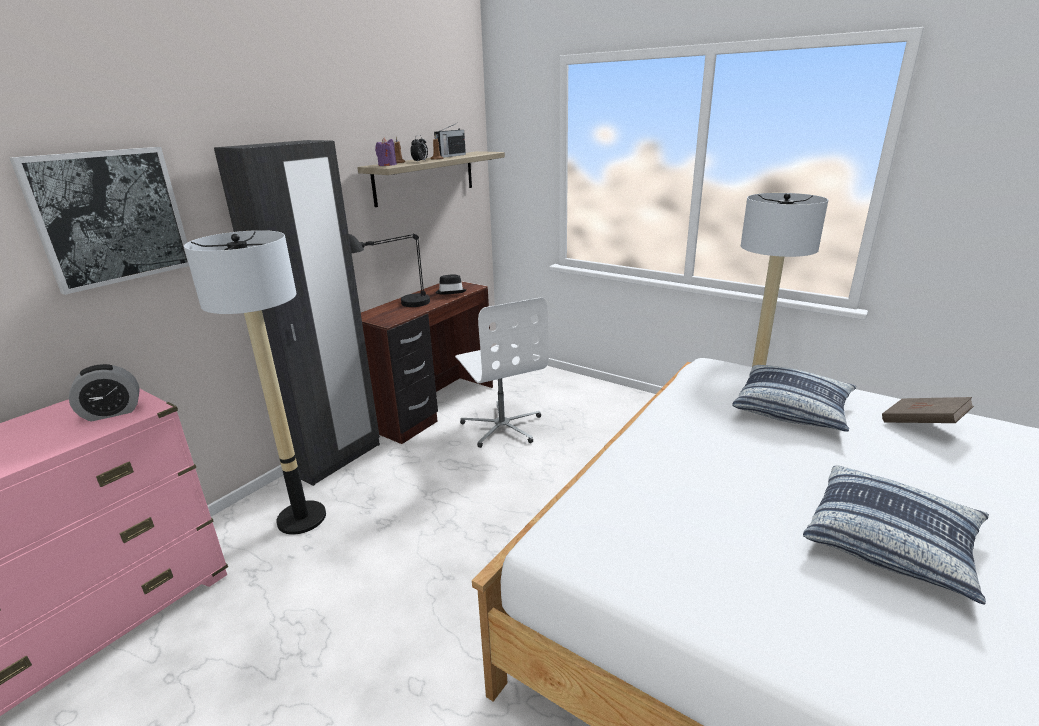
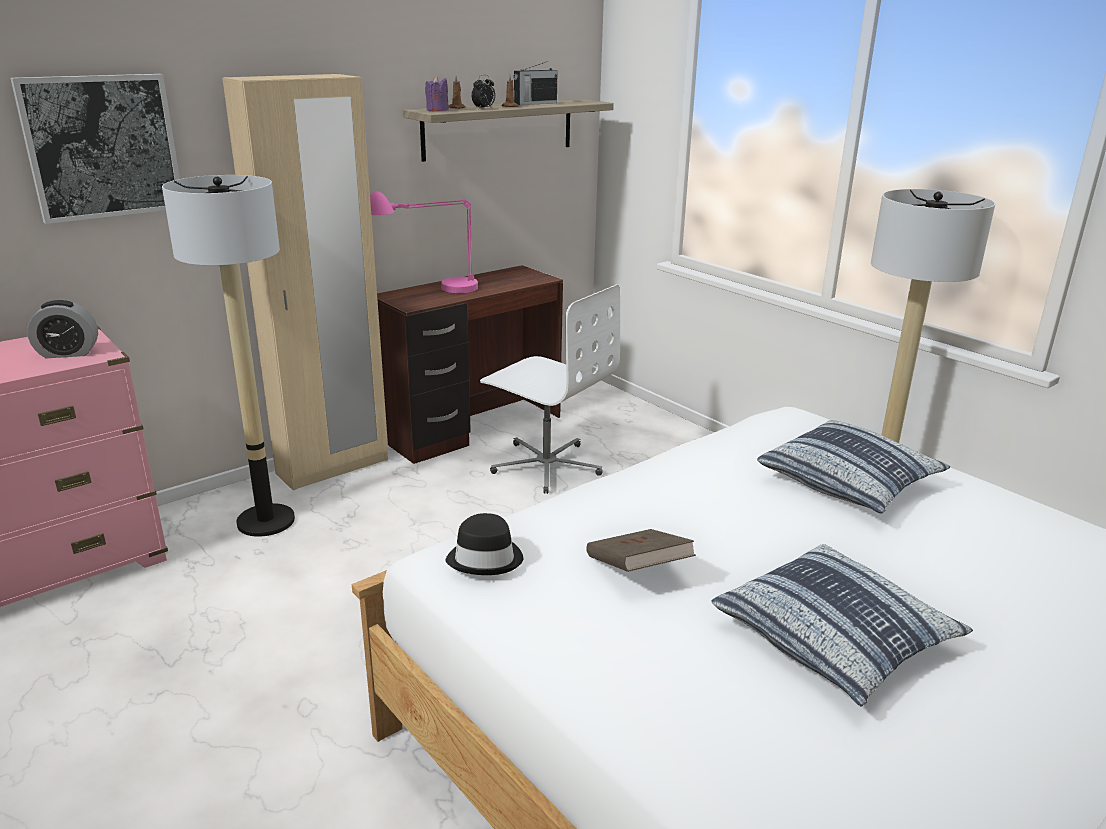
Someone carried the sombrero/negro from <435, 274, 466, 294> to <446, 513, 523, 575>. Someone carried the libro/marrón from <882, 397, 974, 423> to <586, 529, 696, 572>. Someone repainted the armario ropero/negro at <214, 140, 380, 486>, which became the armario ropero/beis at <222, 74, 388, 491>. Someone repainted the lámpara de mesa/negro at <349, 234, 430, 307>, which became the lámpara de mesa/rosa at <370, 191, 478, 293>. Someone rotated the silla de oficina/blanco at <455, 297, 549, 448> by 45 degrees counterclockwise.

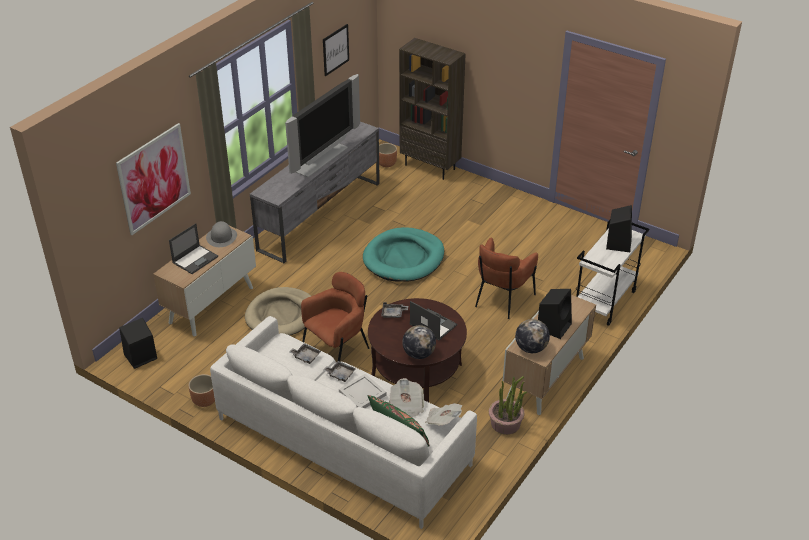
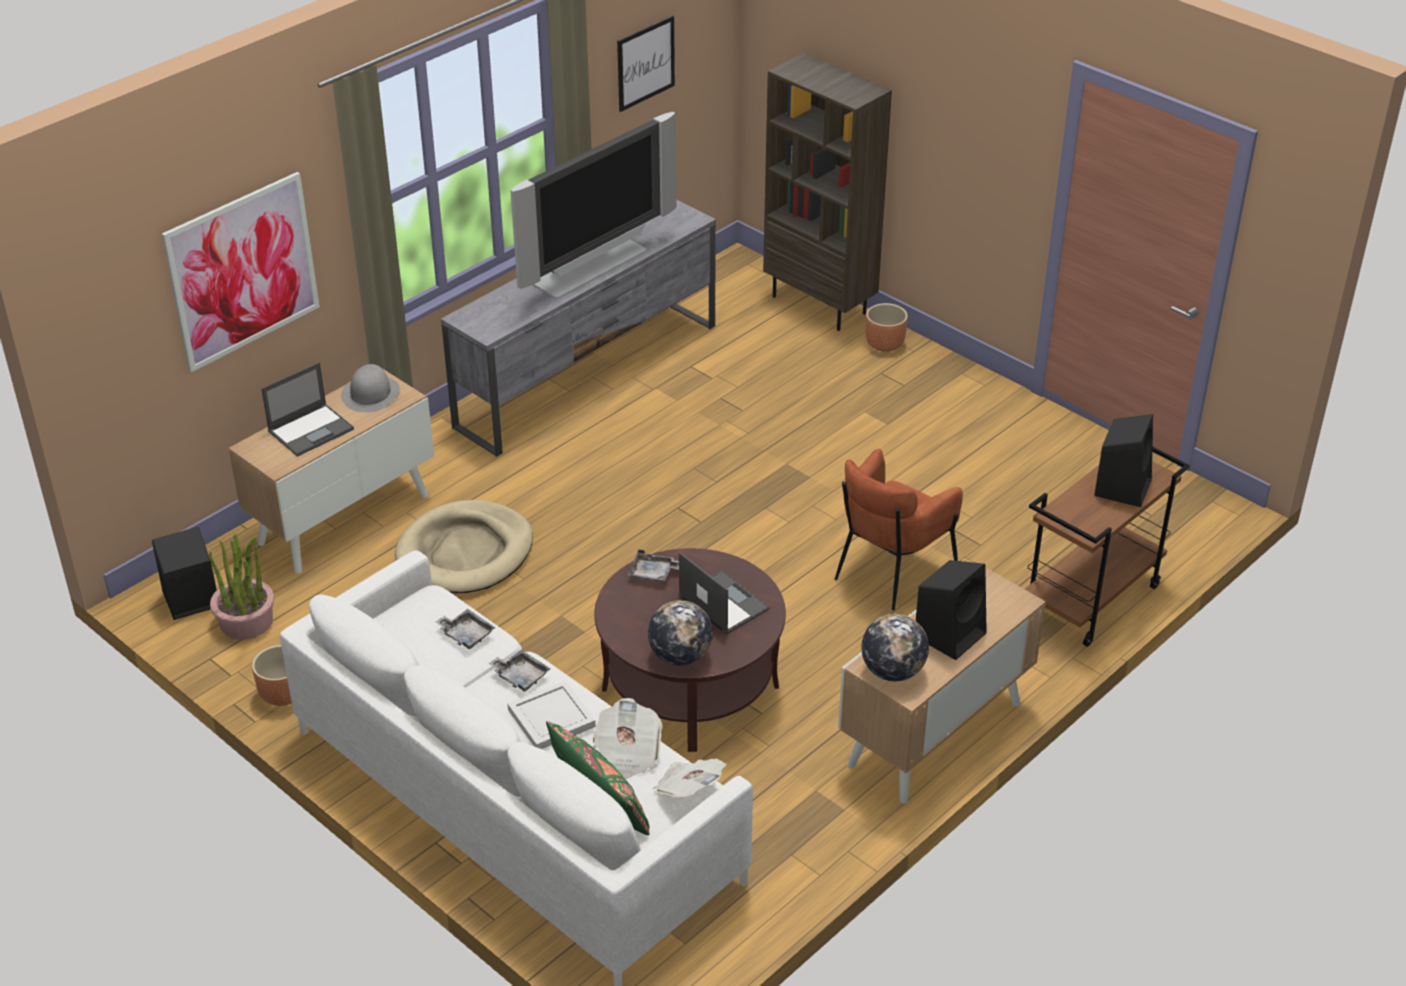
Someone took away the sillón/marrón at <301, 272, 369, 361>. Someone took away the cama para perro/turquesa at <363, 227, 444, 282>. Someone carried the maceta/marrón from <379, 143, 397, 167> to <866, 303, 908, 352>. Someone carried the planta en maceta from <489, 376, 527, 434> to <209, 534, 274, 640>. Someone repainted the carrito/blanco at <576, 220, 649, 326>, which became the carrito/marrón at <1025, 446, 1190, 647>.

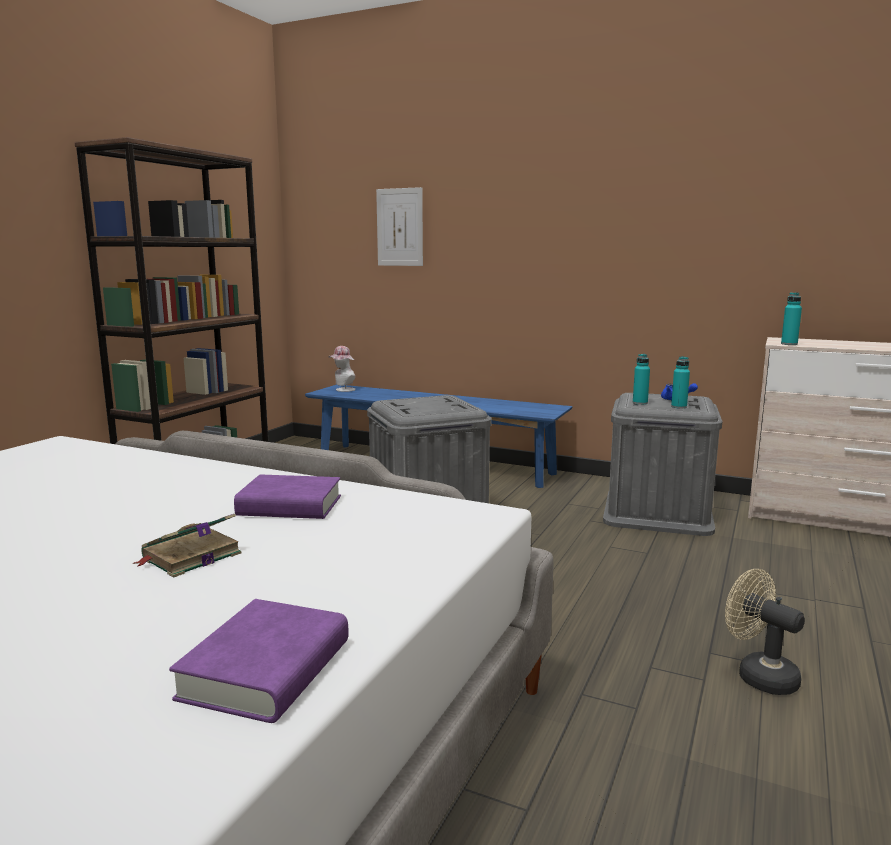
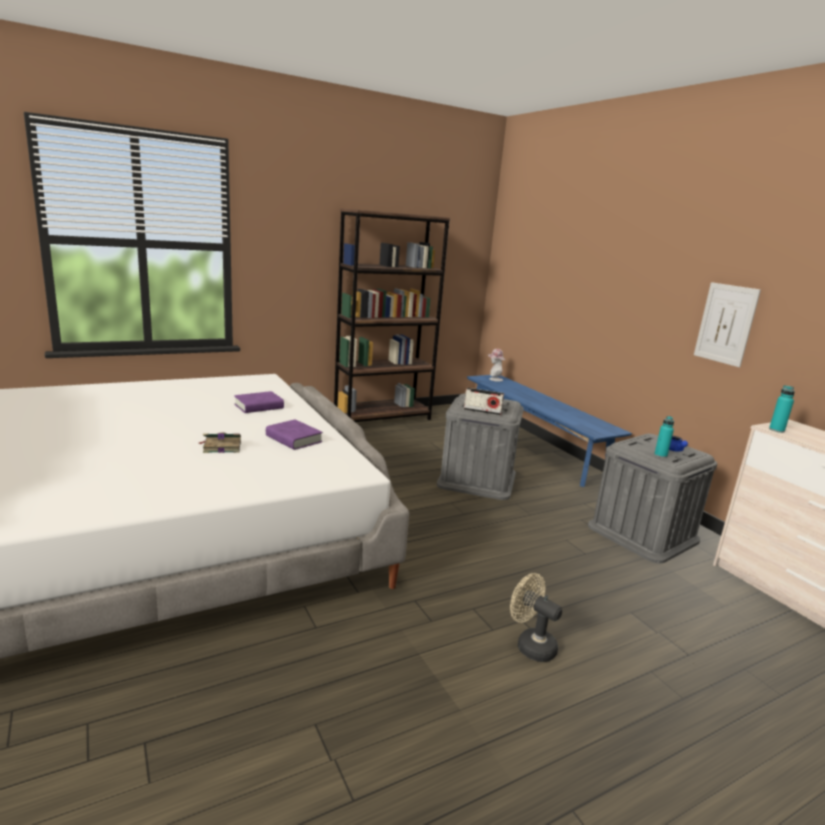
Someone took away the botella/turquesa at <633, 354, 650, 405>. Someone put down the radio at <464, 388, 504, 415>. Someone carried the libro/morado from <169, 599, 349, 723> to <234, 391, 284, 413>. Someone carried the cuadro from <376, 187, 423, 266> to <694, 282, 761, 367>. Someone rotated the ventilador/beis at <725, 569, 805, 695> by 45 degrees counterclockwise.

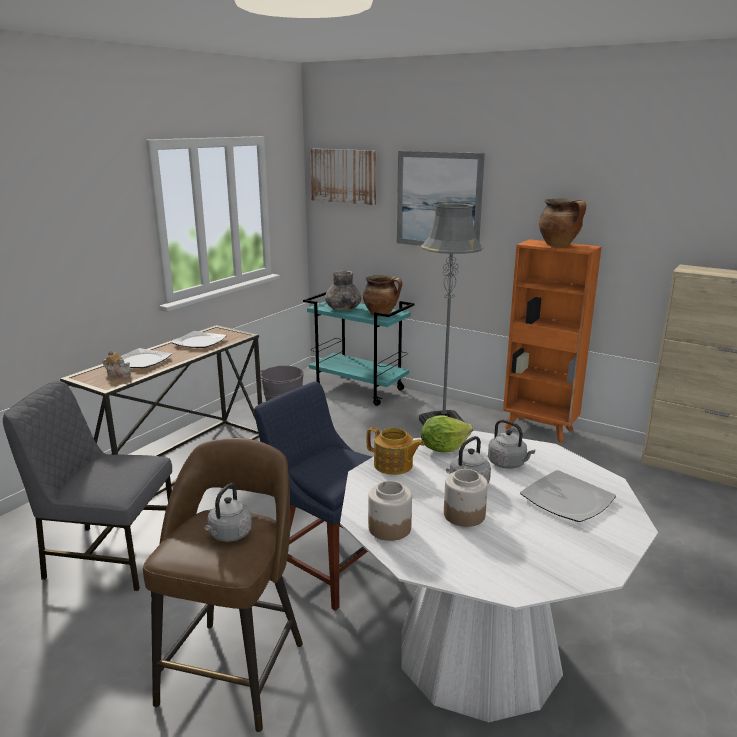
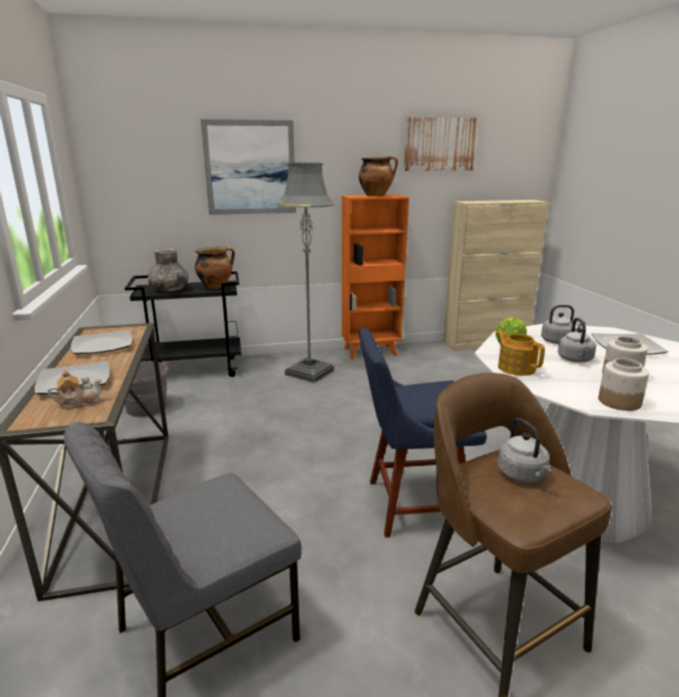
Someone carried the cuadro from <310, 149, 376, 205> to <404, 117, 479, 171>. Someone repainted the carrito/turquesa at <303, 292, 415, 406>, which became the carrito/negro at <125, 271, 241, 377>. Someone rotated the tetera at <367, 427, 424, 475> by 105 degrees counterclockwise.

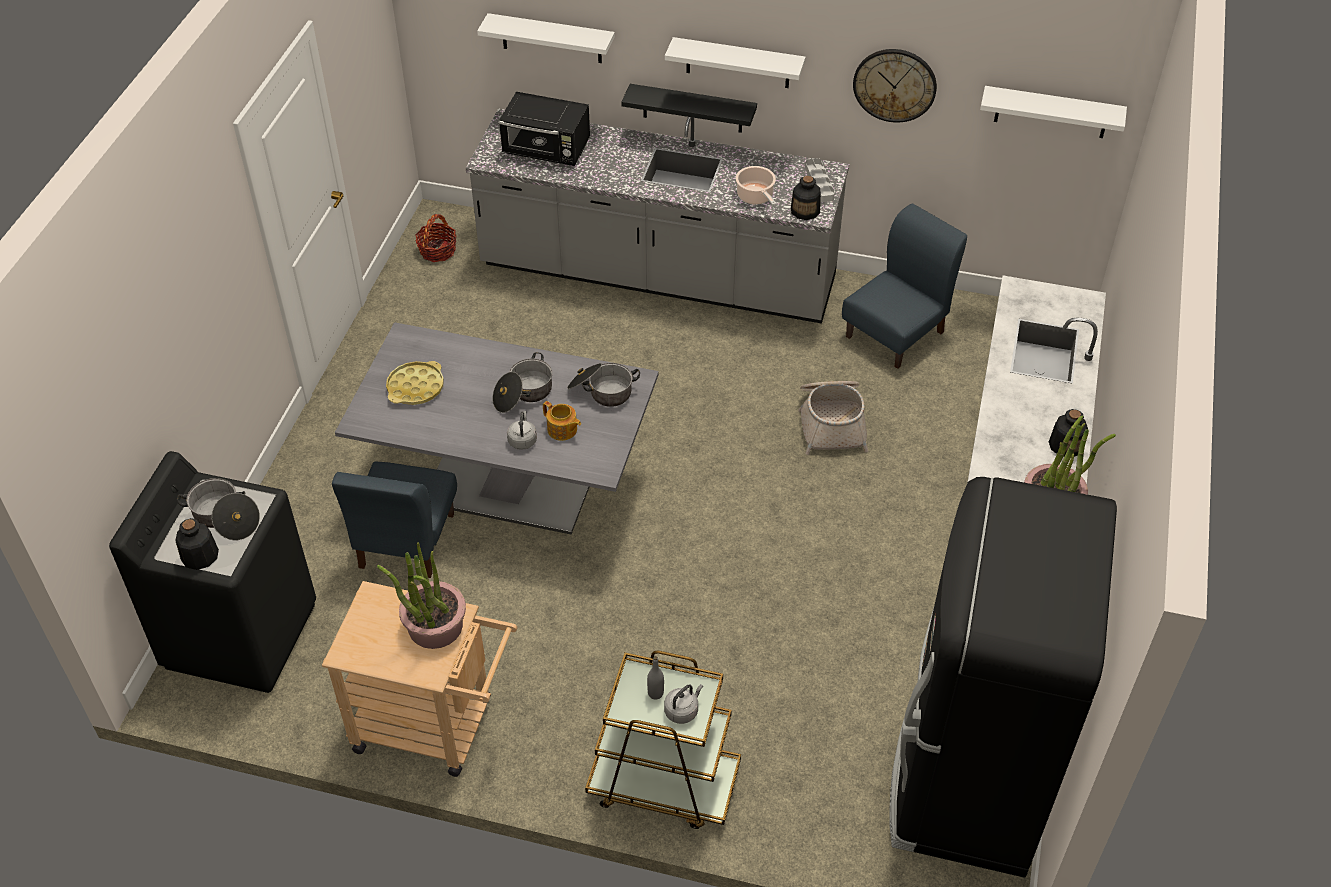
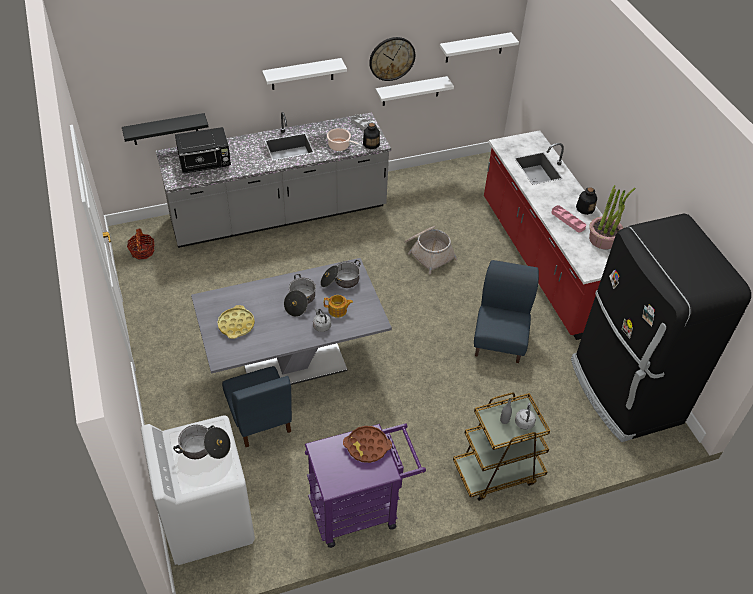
Someone took away the botella at <175, 518, 219, 570>. Someone put down the bandeja/rosa at <551, 205, 586, 233>. Someone carried the estante/blanco from <477, 13, 615, 63> to <376, 76, 454, 106>. Someone carried the estante/negro from <621, 84, 757, 133> to <122, 113, 209, 145>. Someone carried the silla/azul from <842, 204, 967, 369> to <474, 260, 539, 363>. Someone swapped the planta en maceta at <377, 542, 466, 649> for the bandeja/marrón at <343, 426, 392, 463>. Someone repainted the lavadora/negro at <109, 451, 316, 693>, which became the lavadora/blanco at <141, 415, 255, 565>. Someone repainted the carrito/beis at <322, 581, 517, 777>, which became the carrito/morado at <305, 423, 426, 548>.

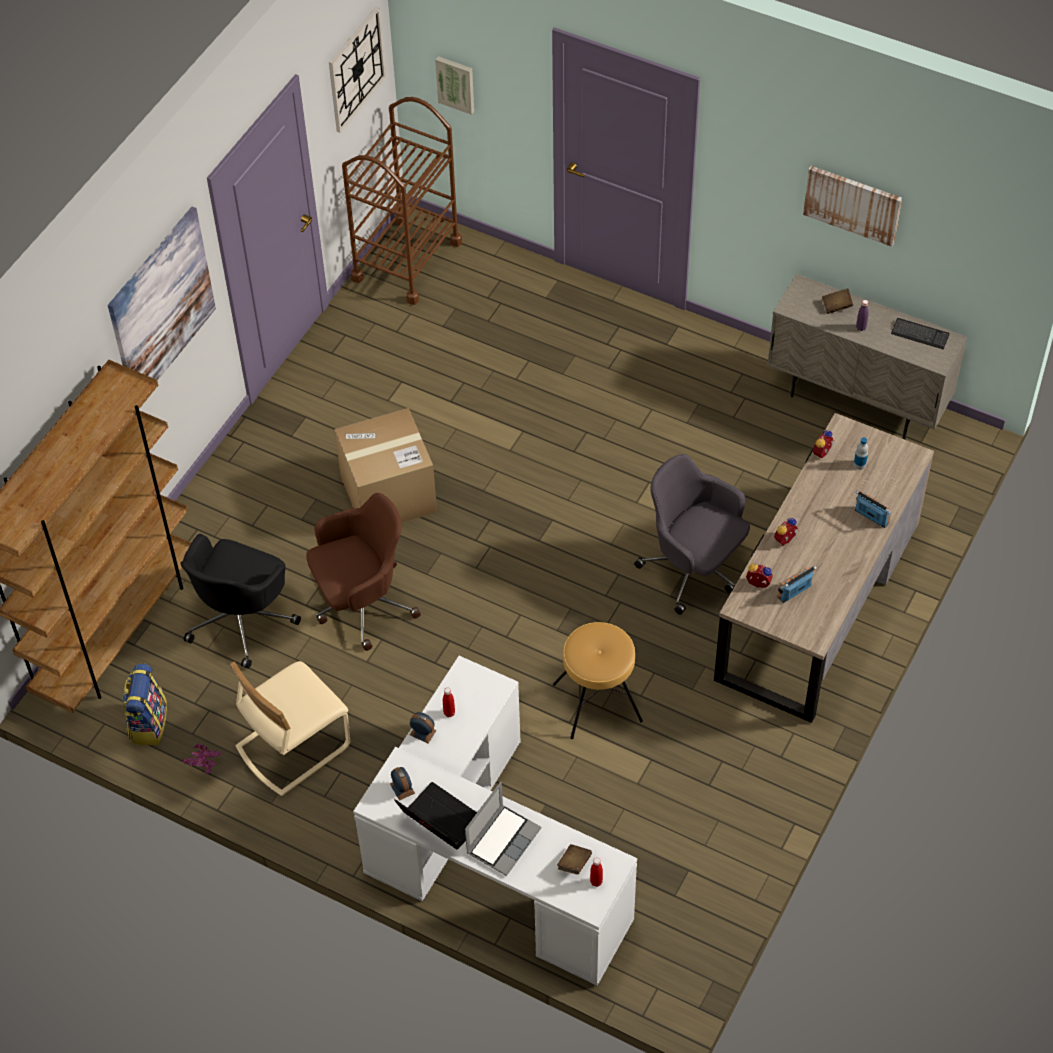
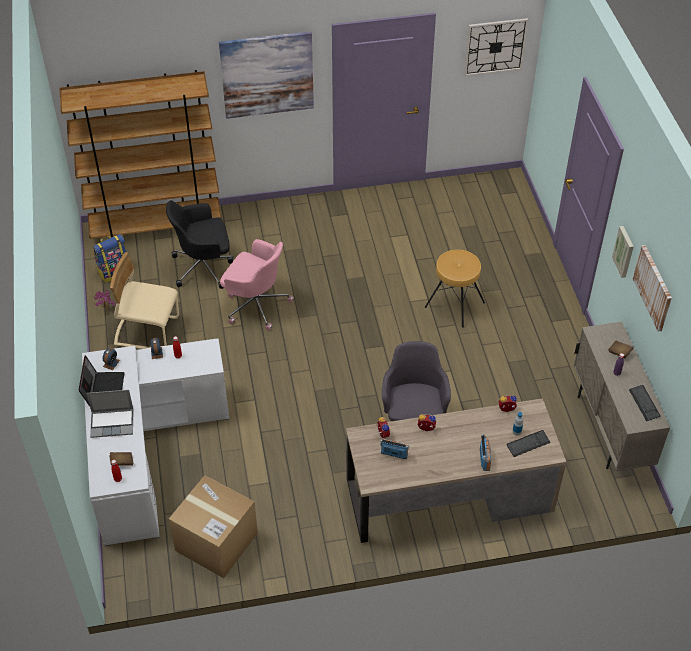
Someone took away the carrito/marrón at <342, 97, 462, 305>. Someone put down the teclado at <506, 430, 550, 457>. Someone carried the caja de cartón from <334, 408, 437, 523> to <169, 475, 258, 578>. Someone carried the cuadro from <435, 56, 474, 115> to <612, 226, 634, 278>. Someone carried the taburete/marrón from <553, 622, 643, 739> to <425, 250, 485, 328>. Someone repainted the silla de oficina/marrón at <306, 493, 421, 651>, which became the silla de oficina/rosa at <220, 239, 294, 331>.

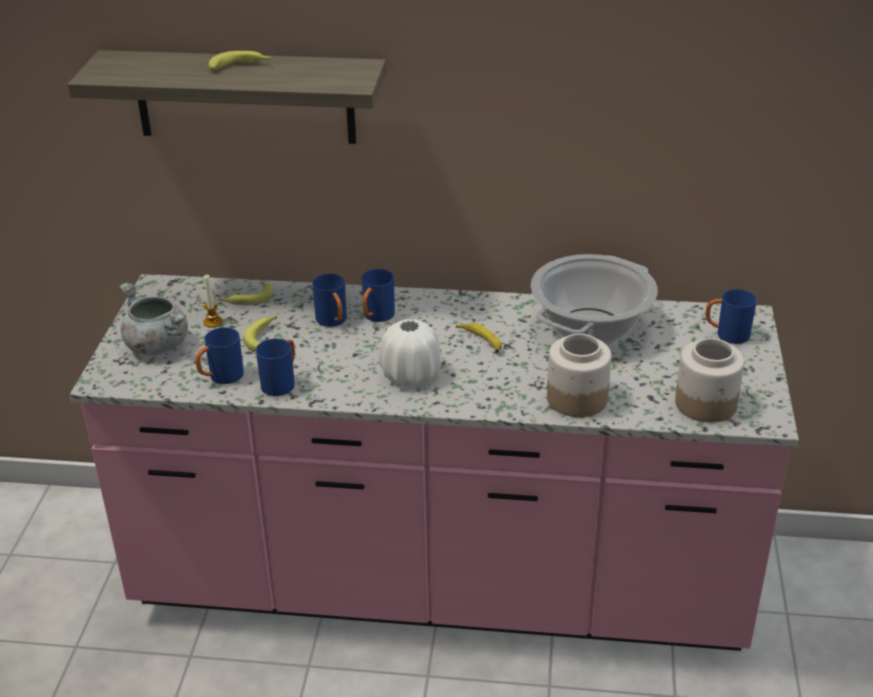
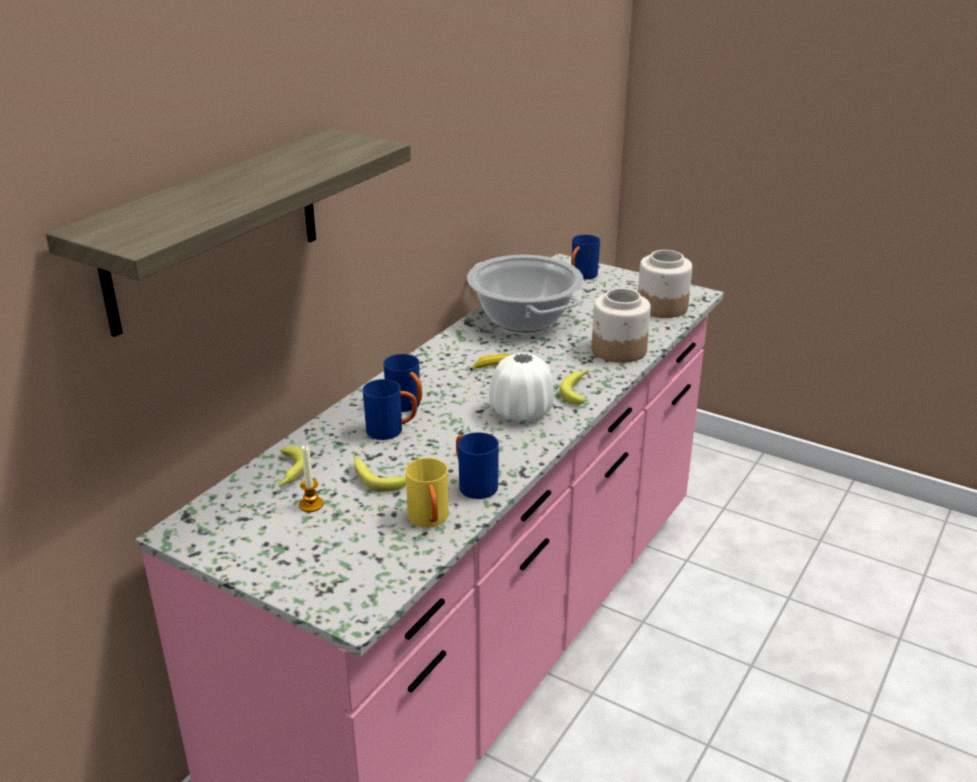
Someone took away the olla/gris at <119, 282, 188, 355>. Someone carried the plátano from <209, 51, 272, 71> to <559, 369, 588, 405>. Someone repainted the taza grande/azul at <195, 327, 244, 384>, which became the taza grande/amarillo at <405, 458, 448, 528>.

